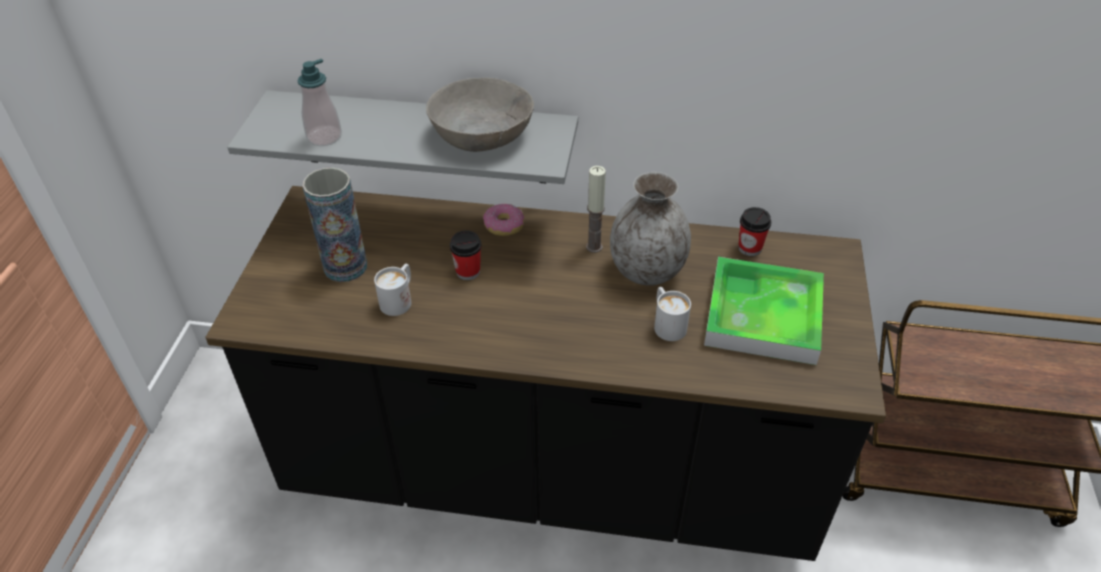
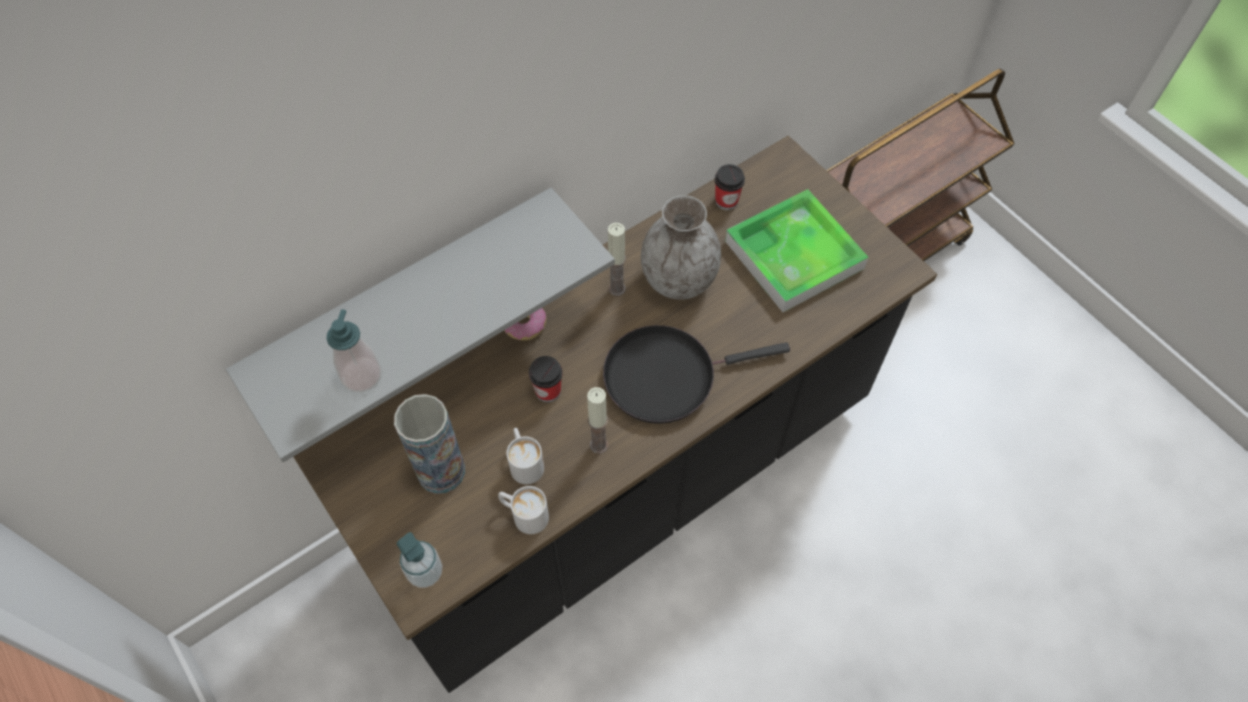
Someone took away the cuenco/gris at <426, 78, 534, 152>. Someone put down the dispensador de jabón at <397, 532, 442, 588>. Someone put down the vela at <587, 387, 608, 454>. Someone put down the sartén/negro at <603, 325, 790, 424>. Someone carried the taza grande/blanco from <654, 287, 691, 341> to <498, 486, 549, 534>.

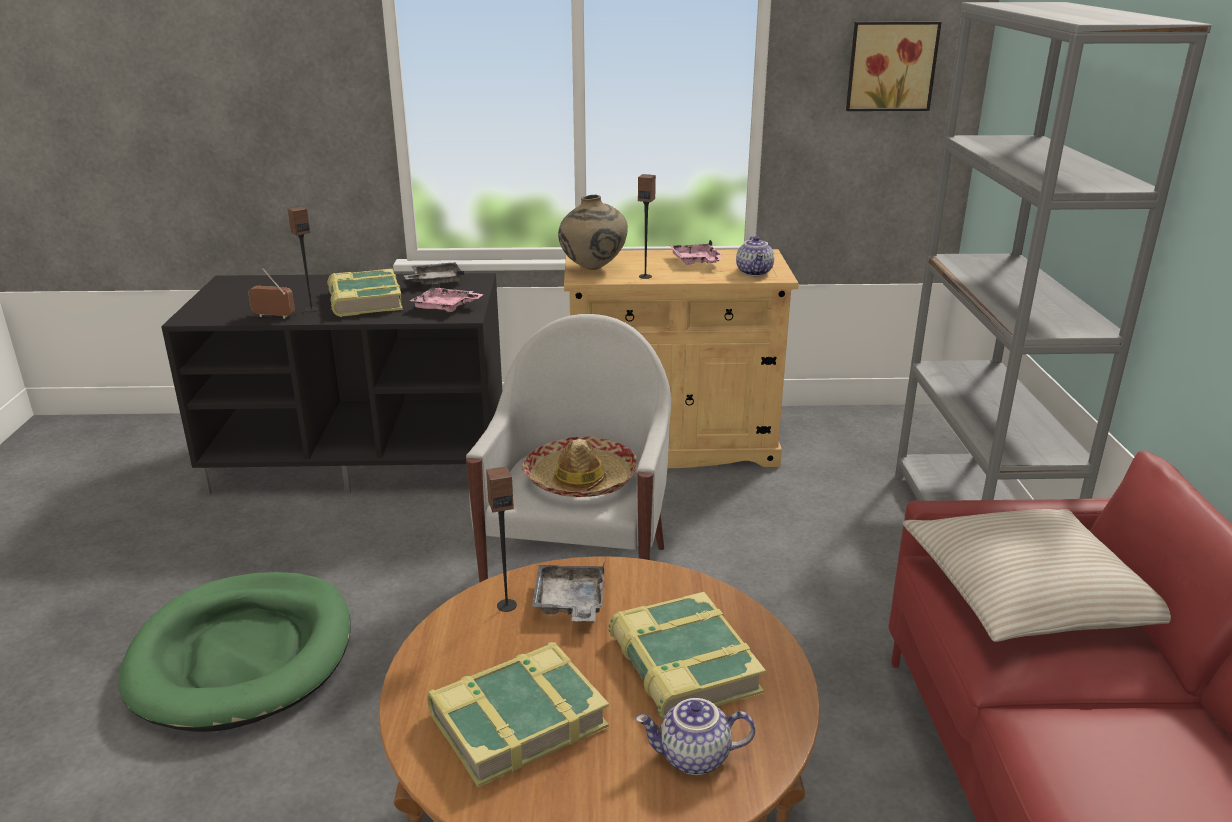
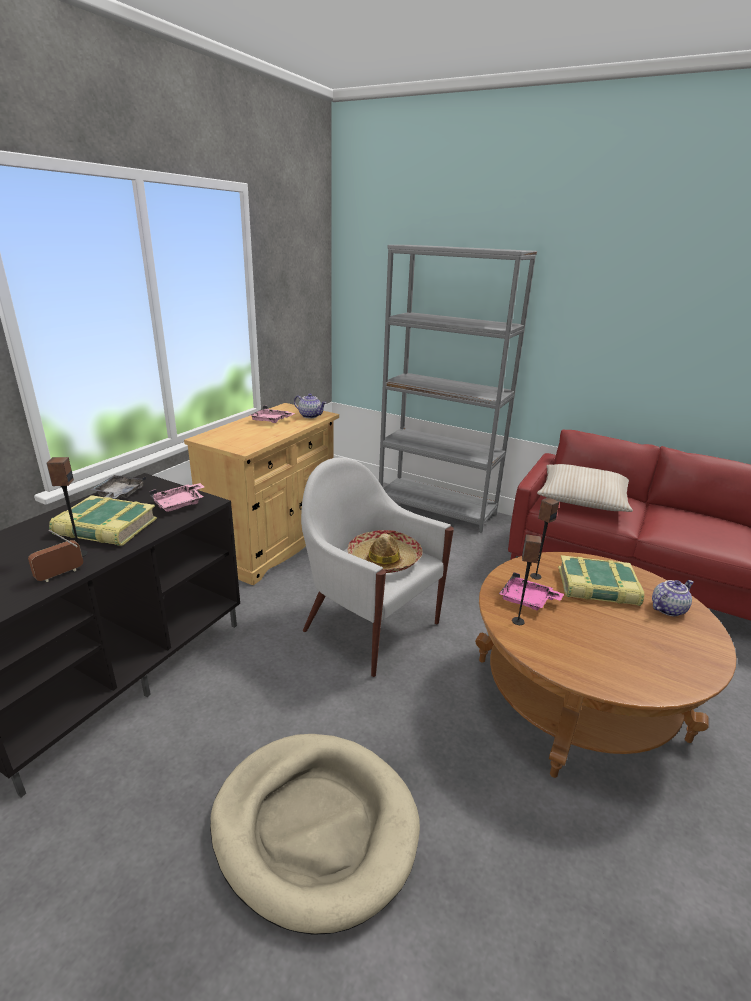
Someone took away the libro at <427, 642, 609, 787>. Someone took away the florero/beis at <558, 195, 628, 270>. Someone took away the cuadro at <846, 21, 942, 111>. Someone carried the altavoz from <638, 174, 656, 279> to <530, 497, 559, 580>. Someone repainted the cama para perro/verde at <118, 572, 351, 732>, which became the cama para perro/beis at <210, 734, 420, 935>. Someone repainted the bandeja/gris at <532, 564, 604, 621>, which became the bandeja/rosa at <499, 572, 564, 610>. Someone rotated the tetera at <636, 698, 755, 775> by 150 degrees counterclockwise.

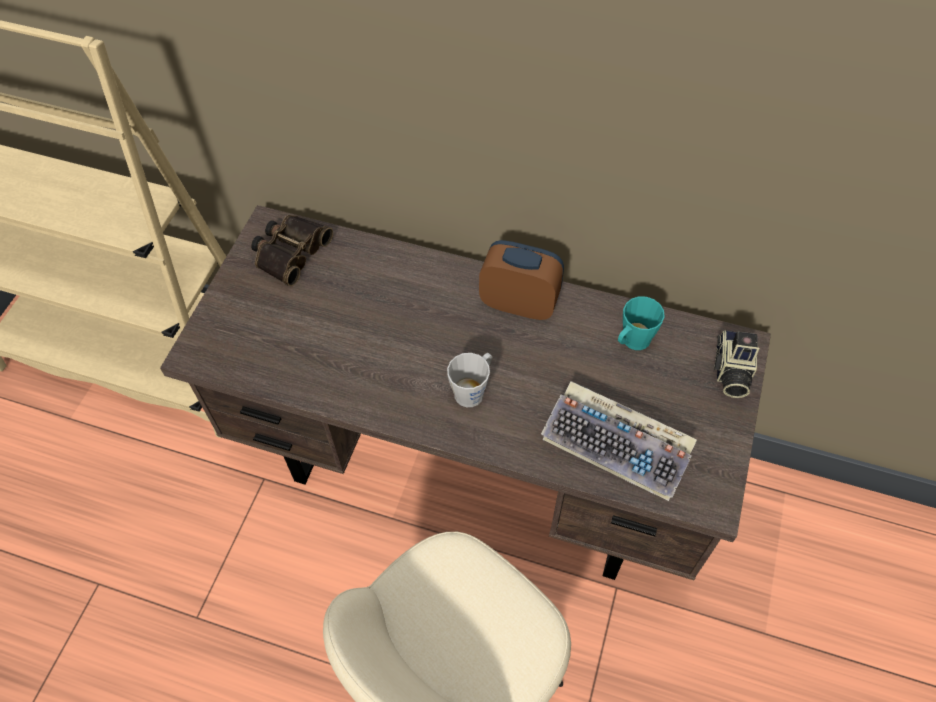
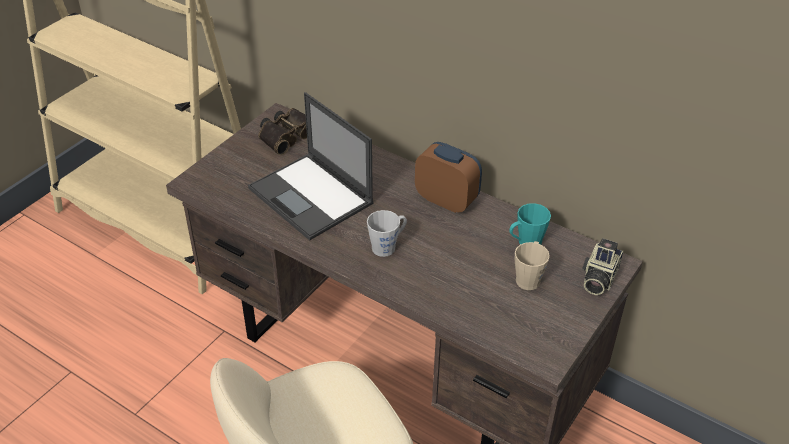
Someone took away the teclado at <541, 381, 697, 501>. Someone put down the portátil at <248, 92, 374, 241>. Someone put down the taza grande/beis at <515, 241, 550, 290>.

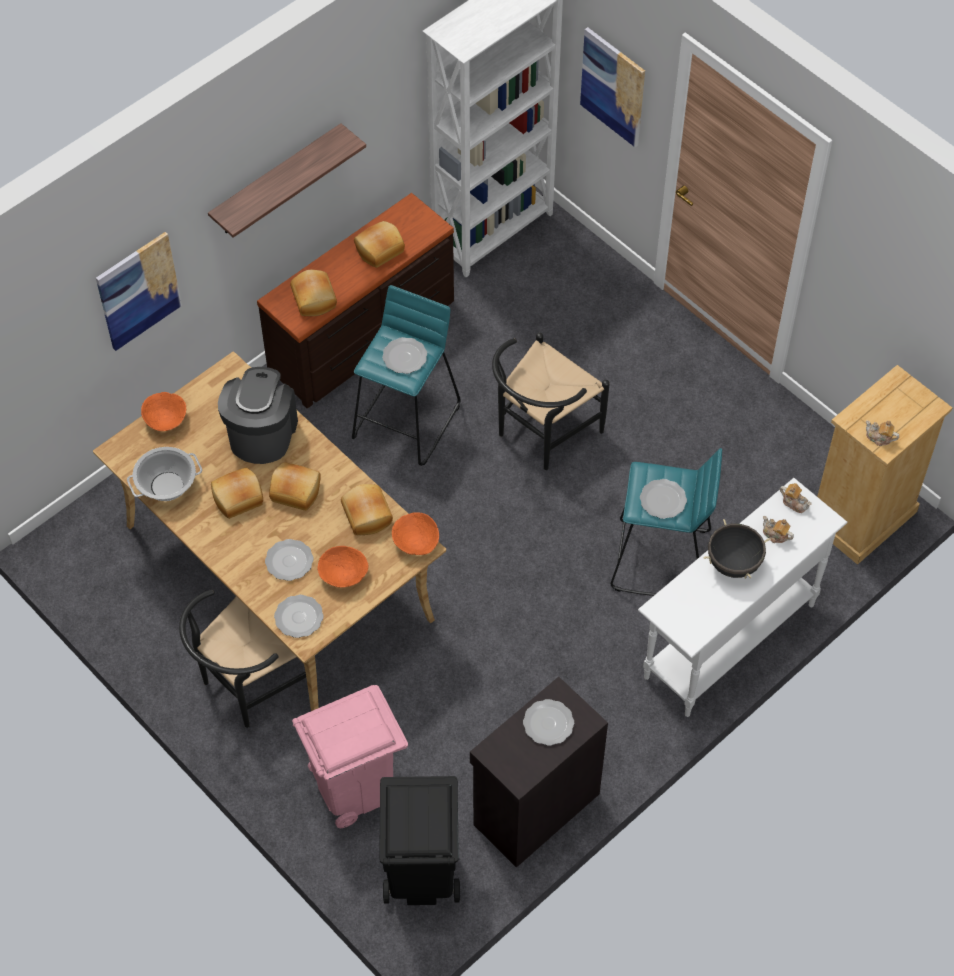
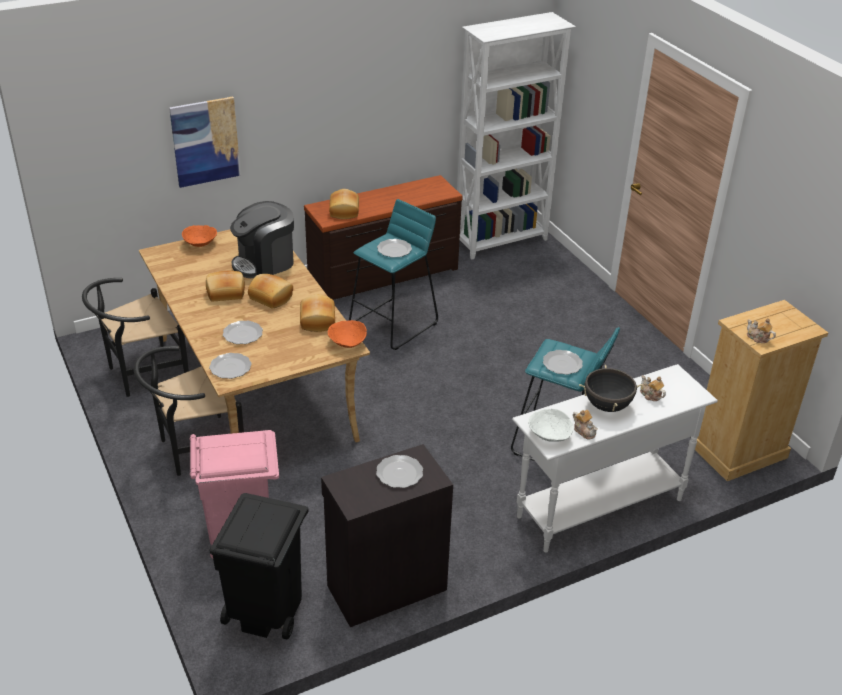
Someone took away the olla at <127, 447, 202, 501>. Someone took away the estante at <208, 123, 366, 238>. Someone took away the cuenco/naranja at <317, 546, 368, 588>. Someone took away the pan at <354, 221, 405, 268>. Someone took away the cuadro at <580, 27, 645, 147>. Someone put down the cuenco/blanco at <528, 409, 574, 442>. Someone carried the silla/negro from <492, 333, 610, 470> to <82, 278, 189, 397>. Someone carried the tetera from <780, 483, 811, 513> to <573, 410, 598, 440>. Someone rotated the cafetera at <218, 367, 298, 464> by 150 degrees counterclockwise.

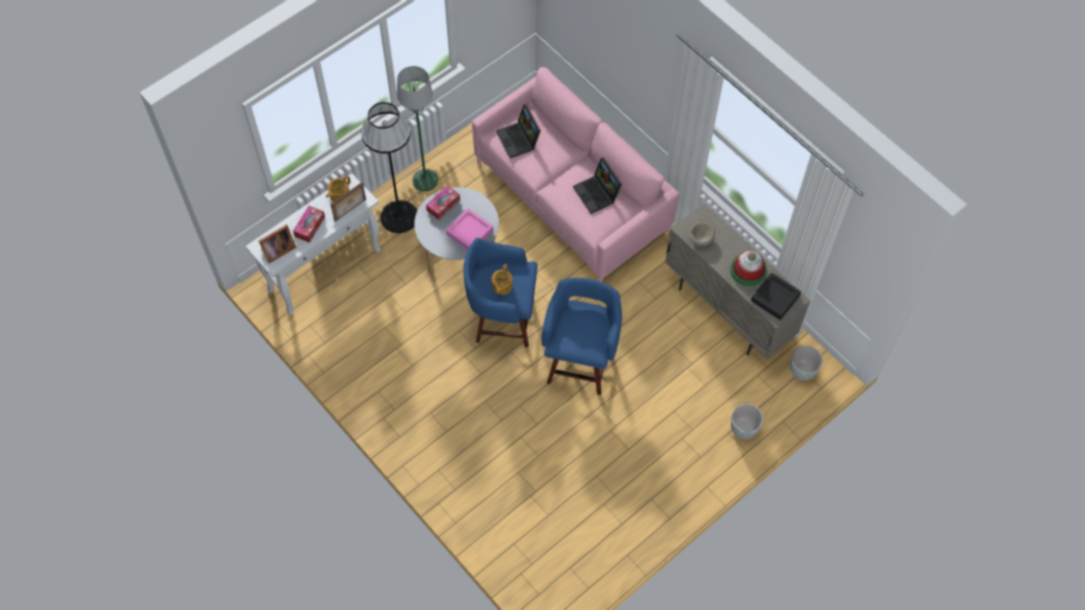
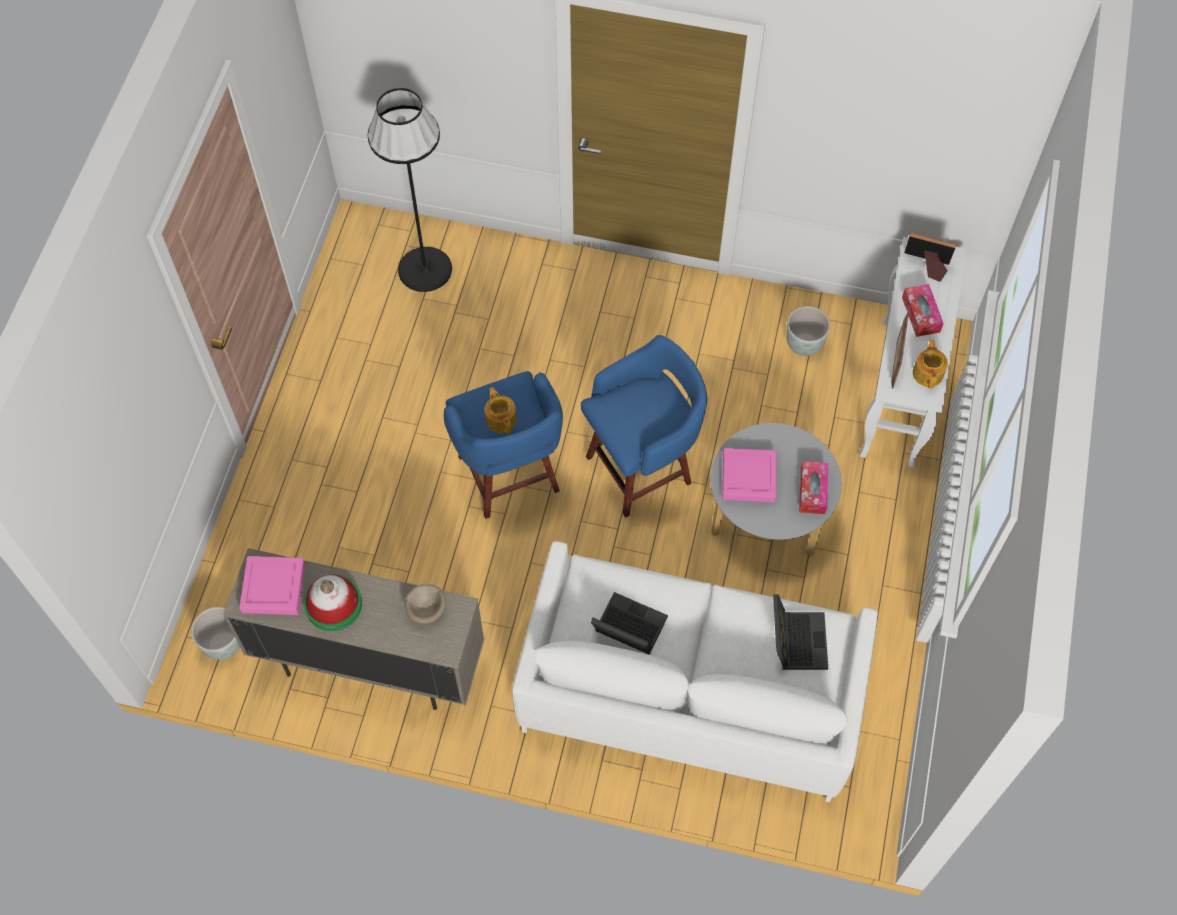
Someone took away the lámpara de pie/verde at <397, 66, 438, 191>. Someone carried the lámpara de pie/negro from <361, 102, 417, 233> to <368, 88, 452, 292>. Someone carried the tetera from <492, 264, 513, 295> to <485, 387, 517, 434>. Someone carried the maceta/gris from <731, 404, 763, 439> to <786, 306, 830, 356>. Someone repainted the sofá/rosa at <472, 67, 679, 282>, which became the sofá/blanco at <512, 541, 878, 802>. Someone repainted the bandeja/negro at <751, 273, 801, 320>, which became the bandeja/rosa at <239, 556, 305, 615>. Someone rotated the portarretratos at <259, 224, 297, 263> by 90 degrees clockwise. Someone rotated the portátil at <496, 104, 541, 158> by 60 degrees clockwise.

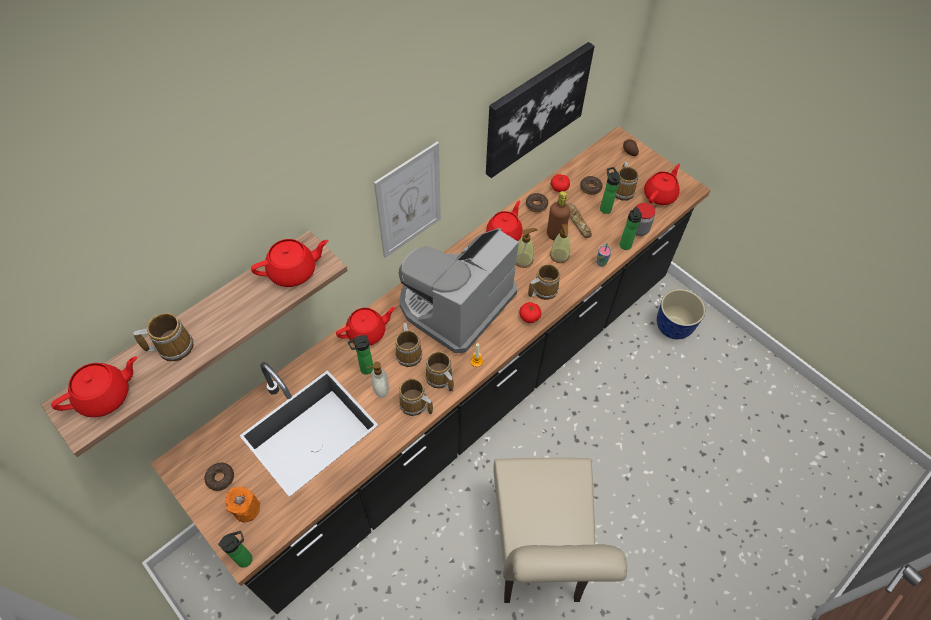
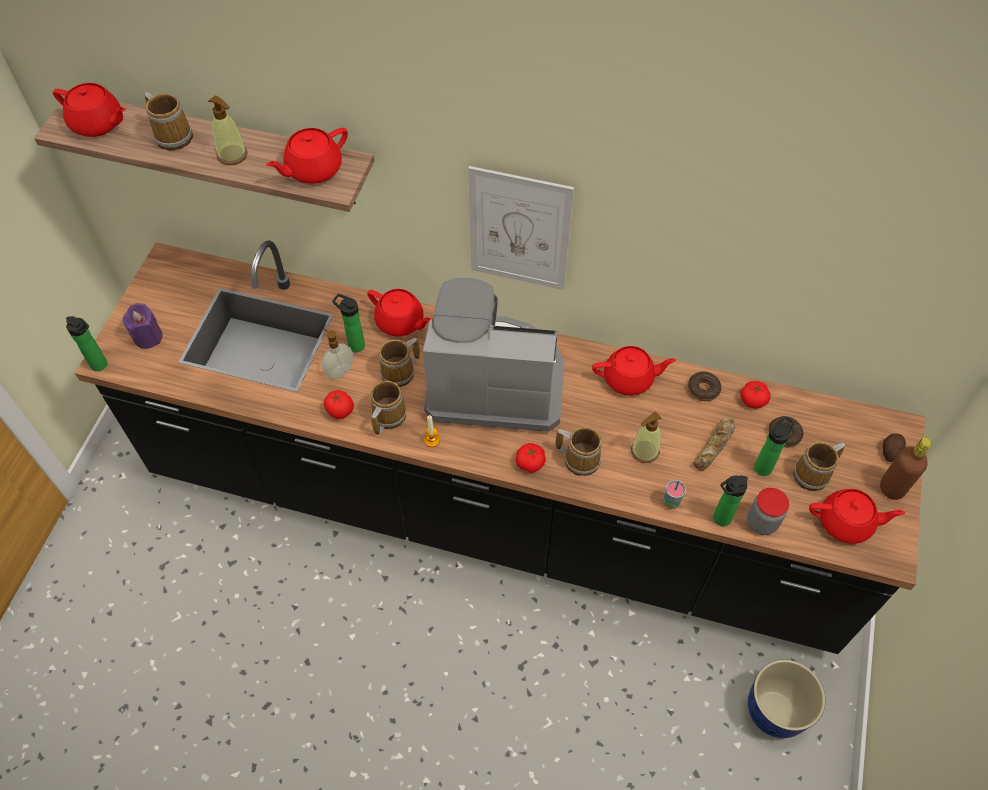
Someone took away the rosquilla at <204, 462, 234, 491>. Someone took away the cuadro at <486, 42, 594, 178>. Someone took away the silla/beis at <493, 458, 627, 603>. Someone carried the dispensador de jabón from <516, 228, 537, 268> to <208, 96, 247, 165>. Someone carried the botella/marrón from <547, 191, 570, 240> to <880, 437, 931, 500>. Someone swapped the taza grande at <399, 378, 433, 416> for the tomate at <324, 390, 354, 419>. Someone repainted the vela/naranja at <225, 487, 261, 522>, which became the vela/morado at <122, 303, 163, 349>. Someone rotated the tetera/rojo at <251, 239, 329, 287> by 105 degrees clockwise.

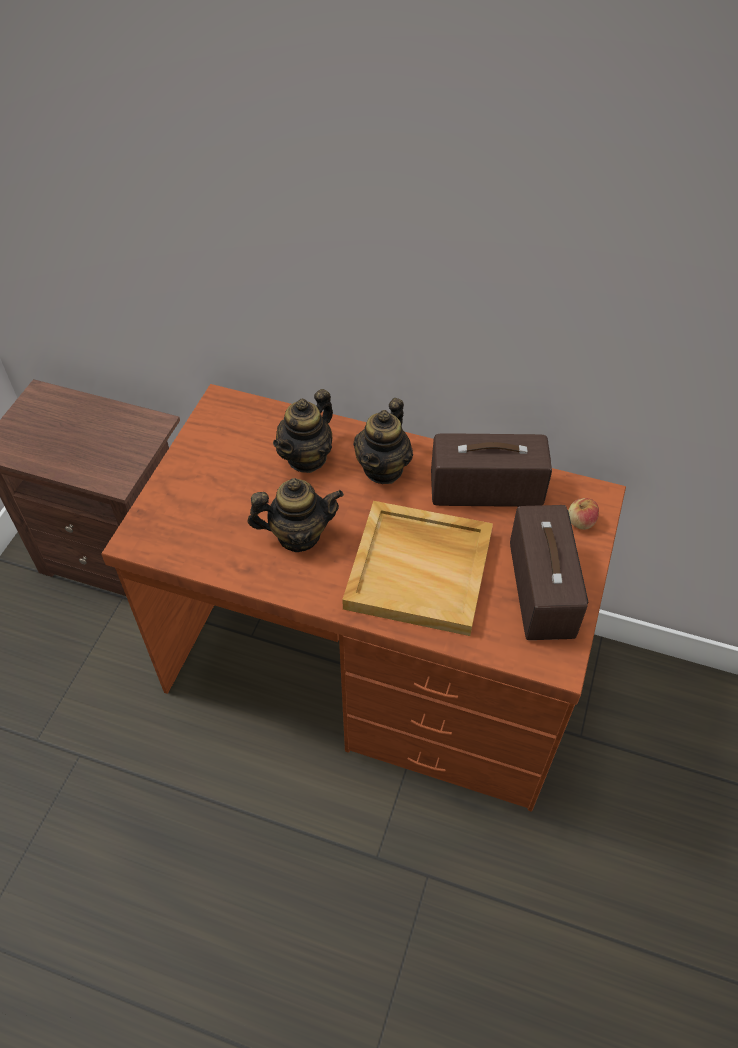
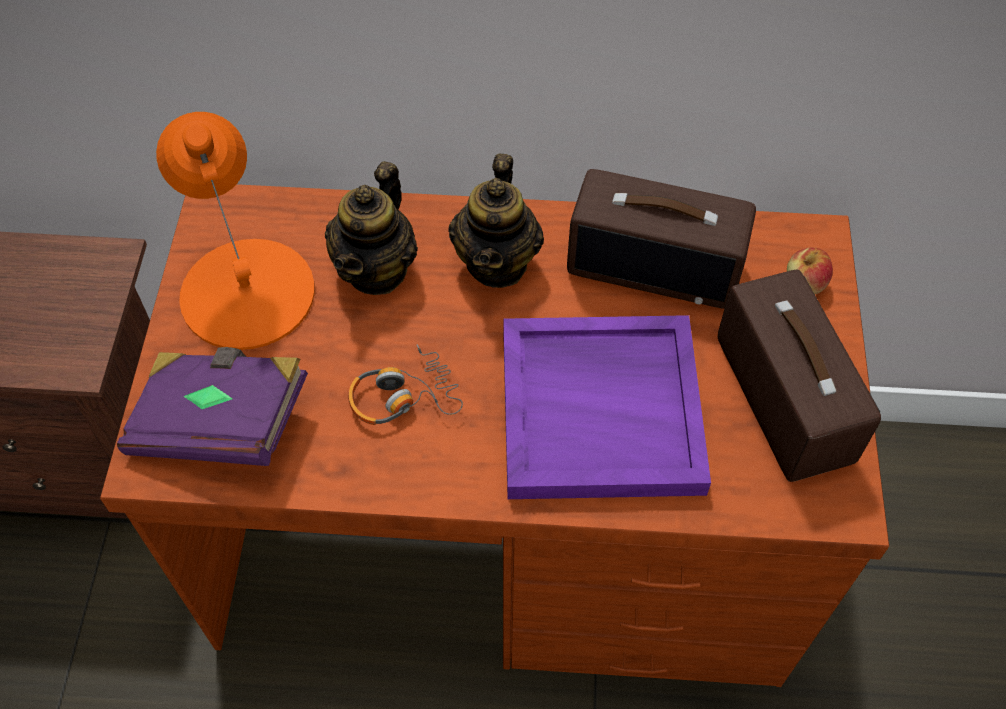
Someone put down the libro/morado at <117, 347, 308, 466>. Someone put down the lámpara de mesa/naranja at <156, 112, 315, 350>. Someone swapped the tetera at <248, 478, 344, 552> for the auriculares at <348, 344, 463, 425>. Someone repainted the bandeja/beis at <342, 501, 493, 636>, which became the bandeja/morado at <503, 315, 711, 499>. Someone rotated the radio at <431, 433, 552, 507> by 150 degrees counterclockwise.

